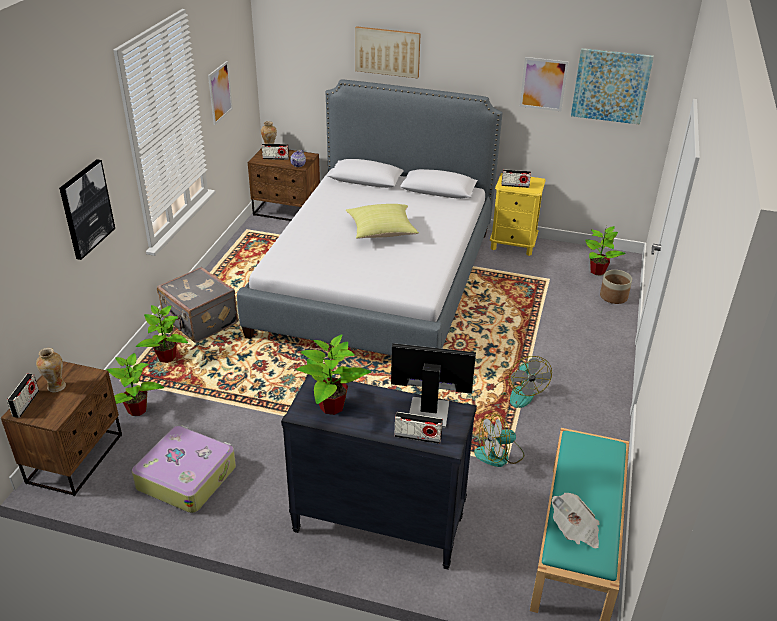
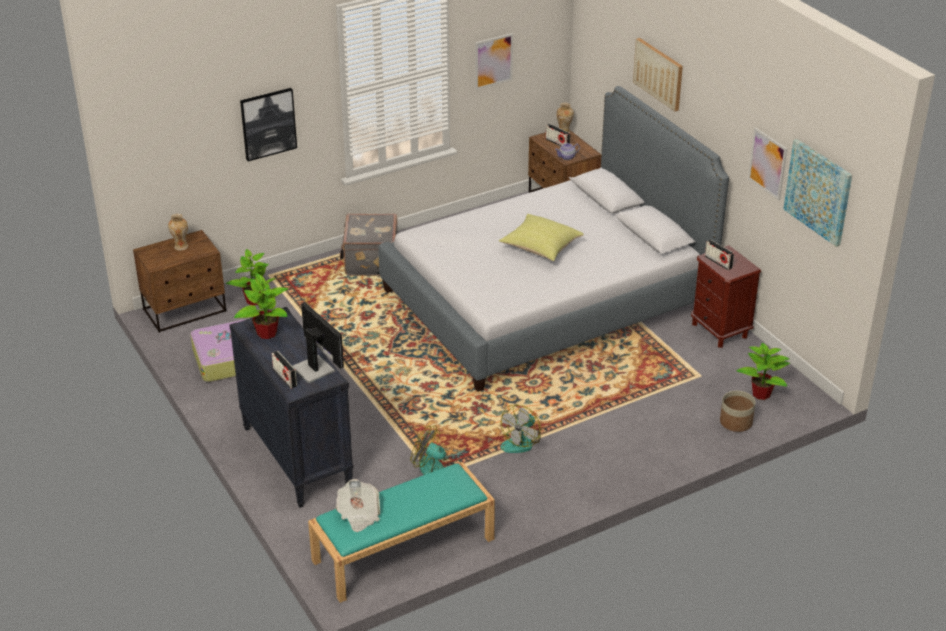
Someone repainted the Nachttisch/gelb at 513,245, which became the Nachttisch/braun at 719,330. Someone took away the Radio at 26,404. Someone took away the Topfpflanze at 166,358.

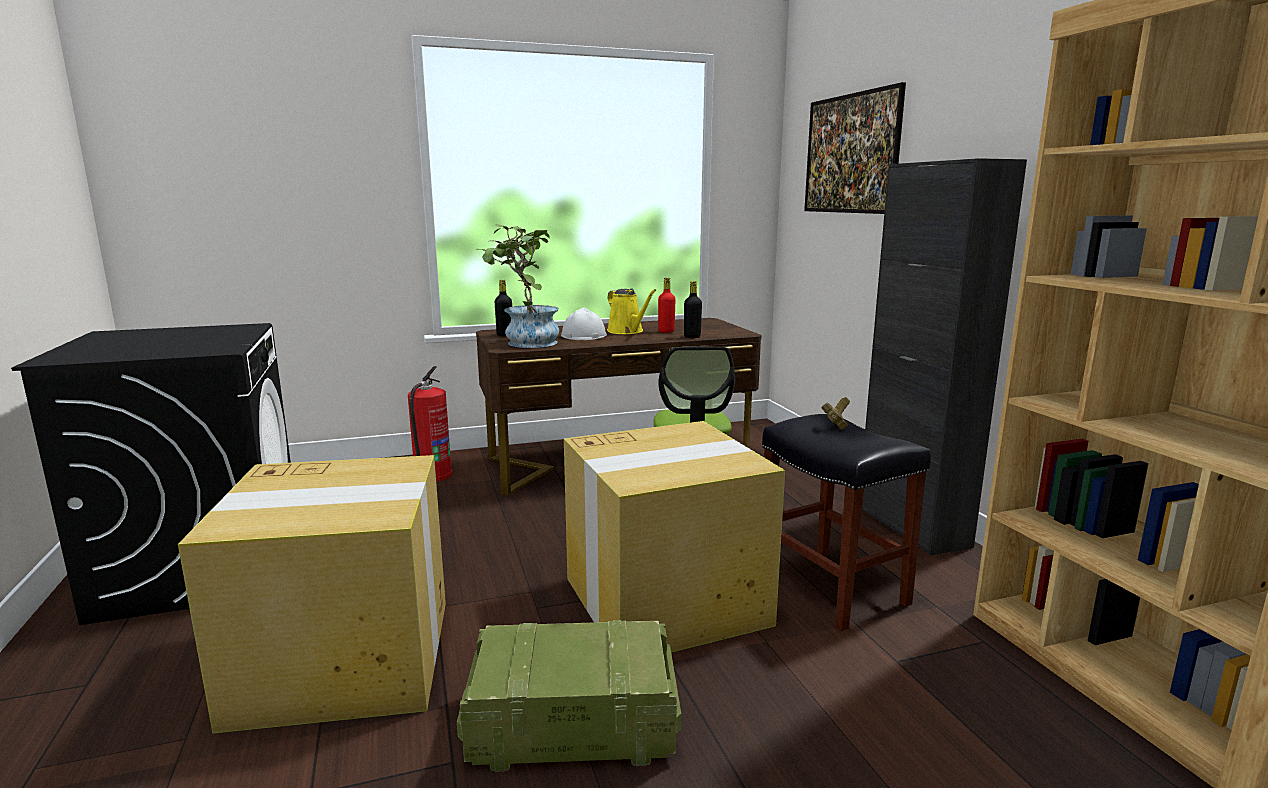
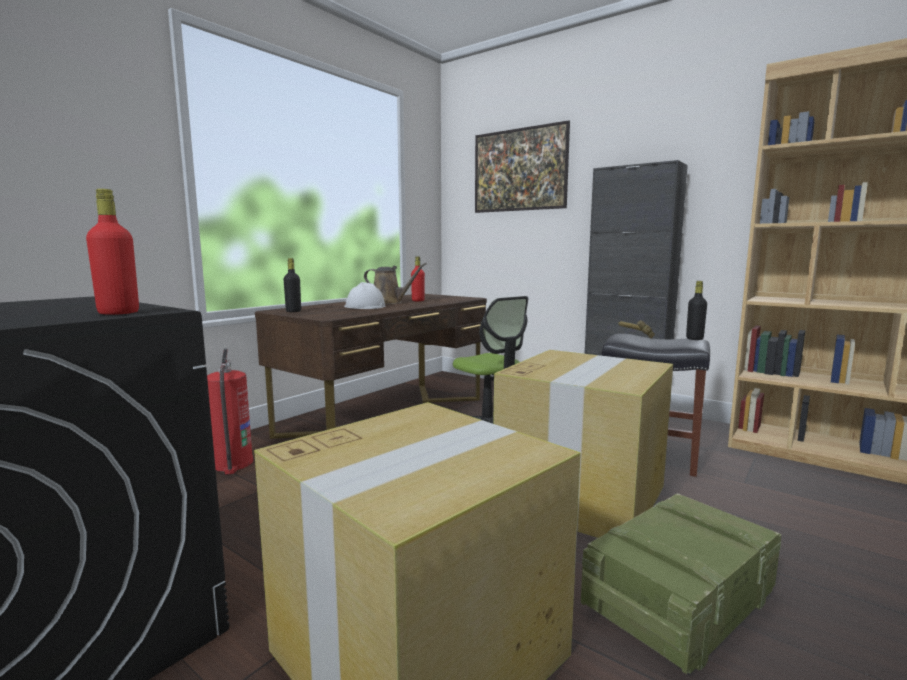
Someone put down the Flasche/rot at 118,313. Someone repainted the Gießkanne/gelb at 627,331, which became the Gießkanne/braun at 389,302. Someone carried the Flasche/schwarz from 692,337 to 694,339. Someone took away the Topfpflanze at 524,342.

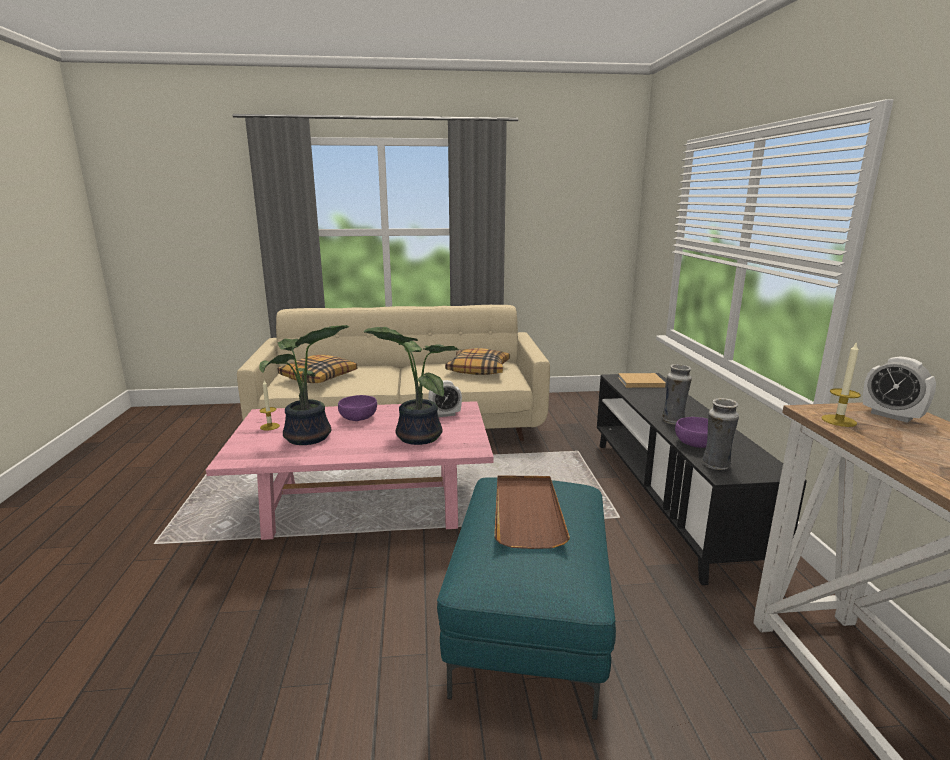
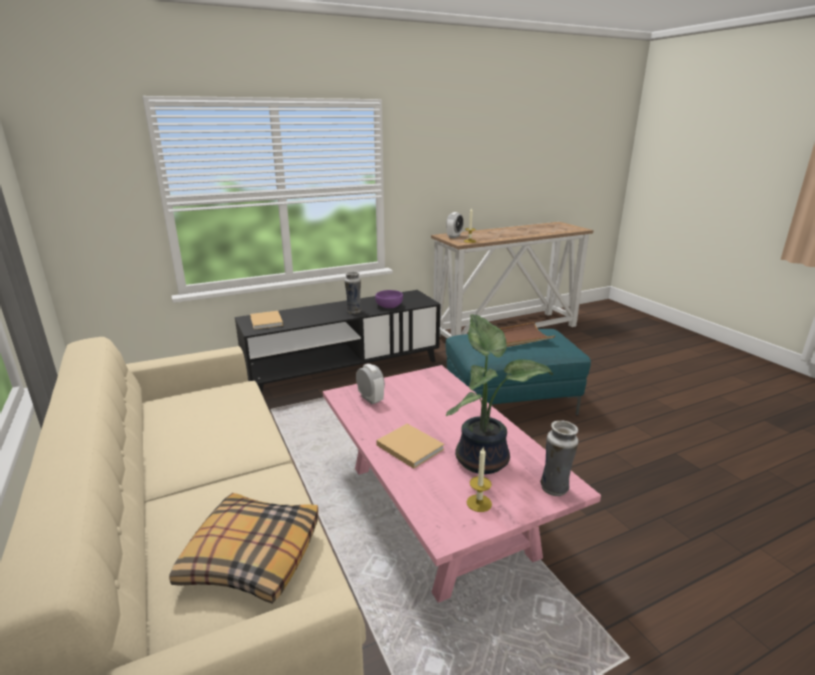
Someone swapped the Schüssel/lila at 359,417 for the Buch/beige at 408,446. Someone carried the Vase from 715,465 to 555,488. Someone took away the Topfpflanze at 416,436. Someone took away the Kissen at 478,369.

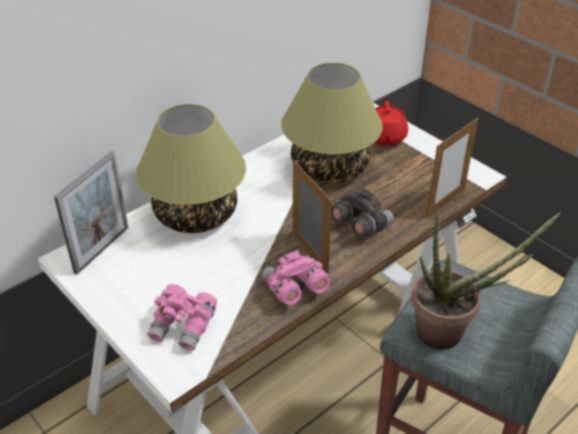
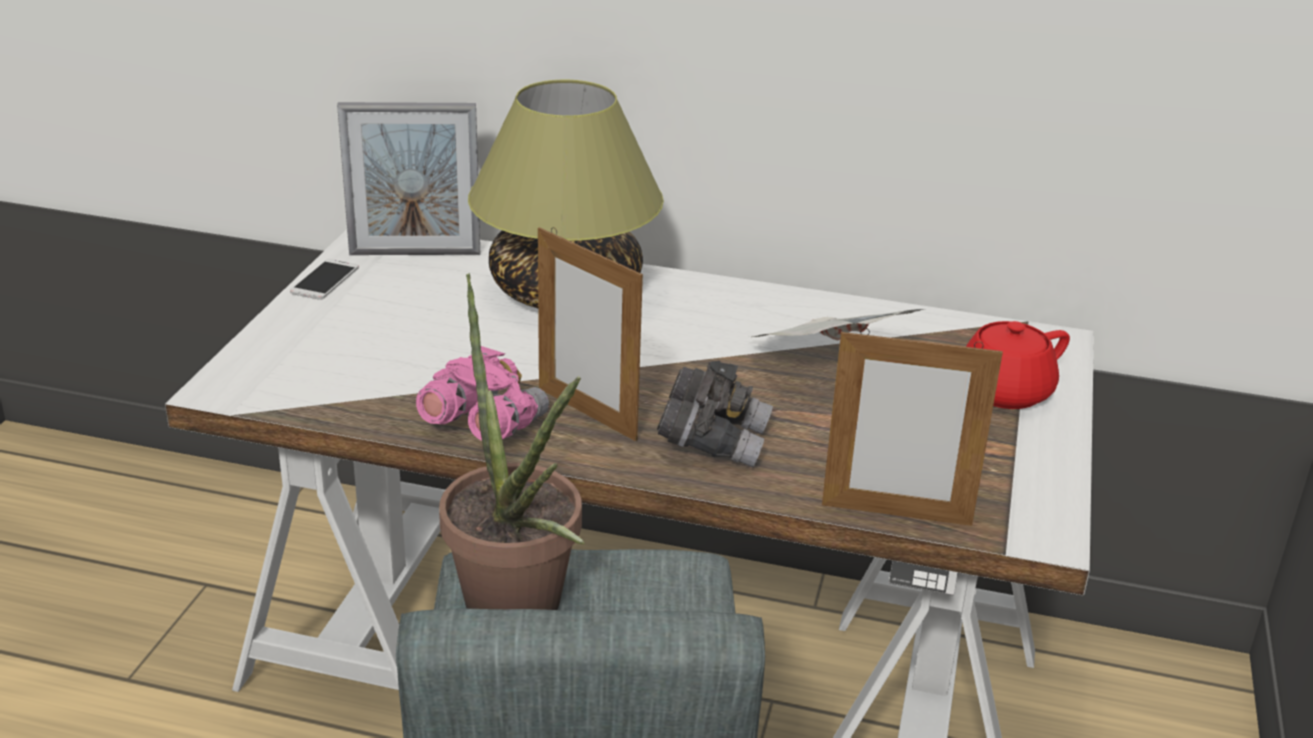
Someone put down the Handy at 325,280. Someone rotated the Bilderrahmen at 309,253 by 105 degrees clockwise. Someone swapped the Tischlampe at 329,168 for the Zeitung at 829,364. Someone took away the Fernglas/rosa at 184,327.

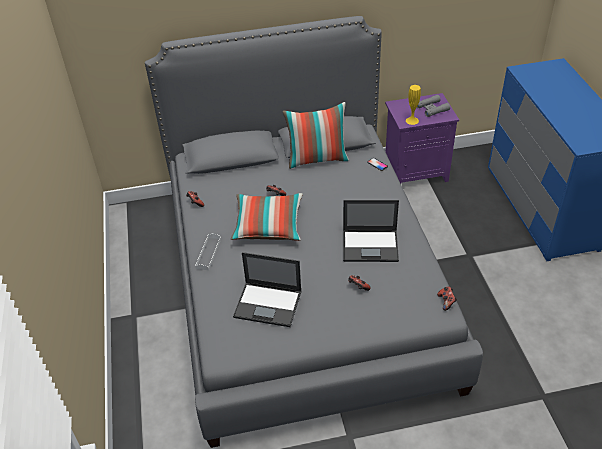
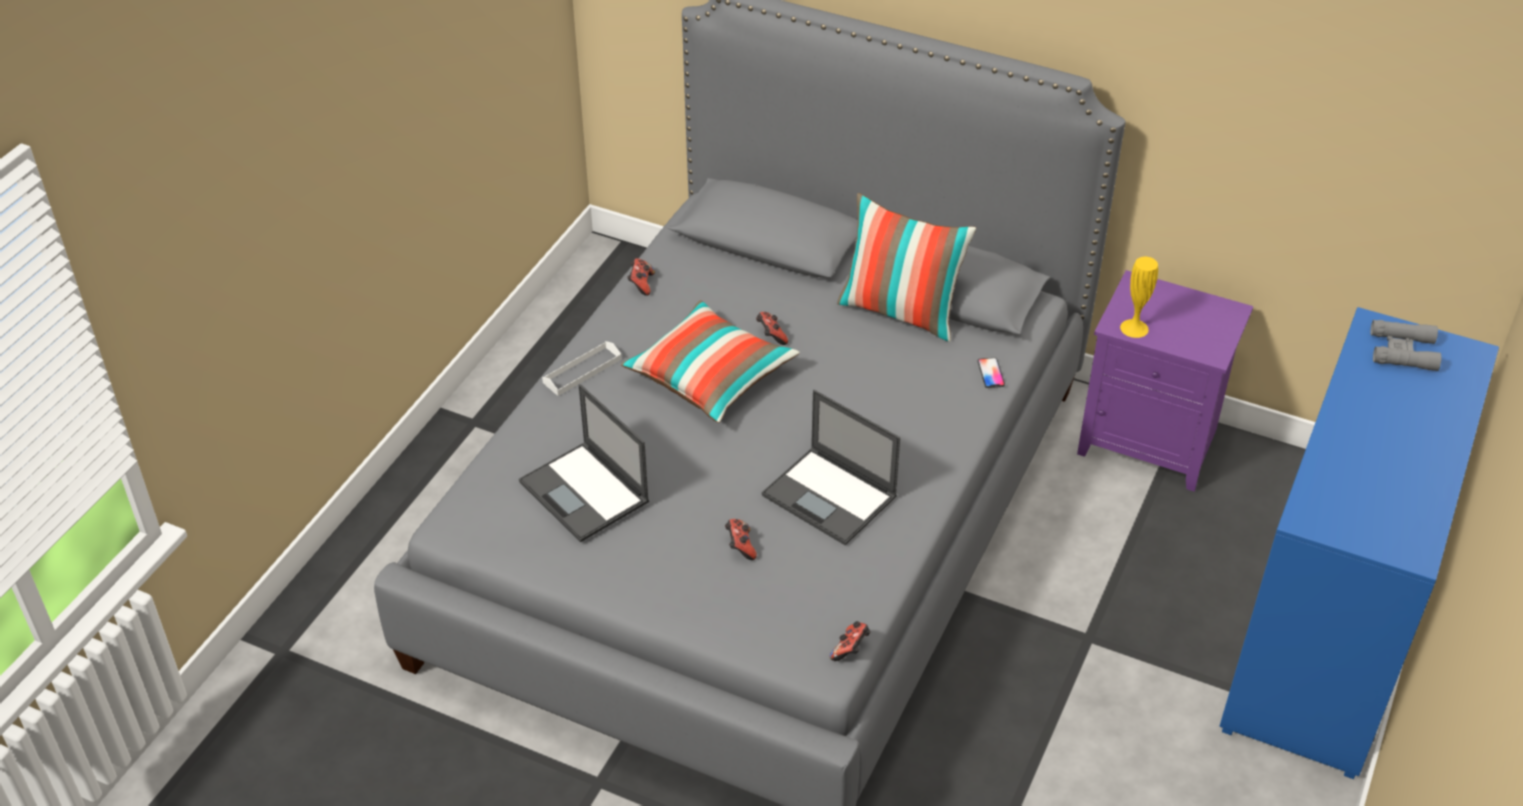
Someone carried the Fernglas/grau from 432,109 to 1403,351.

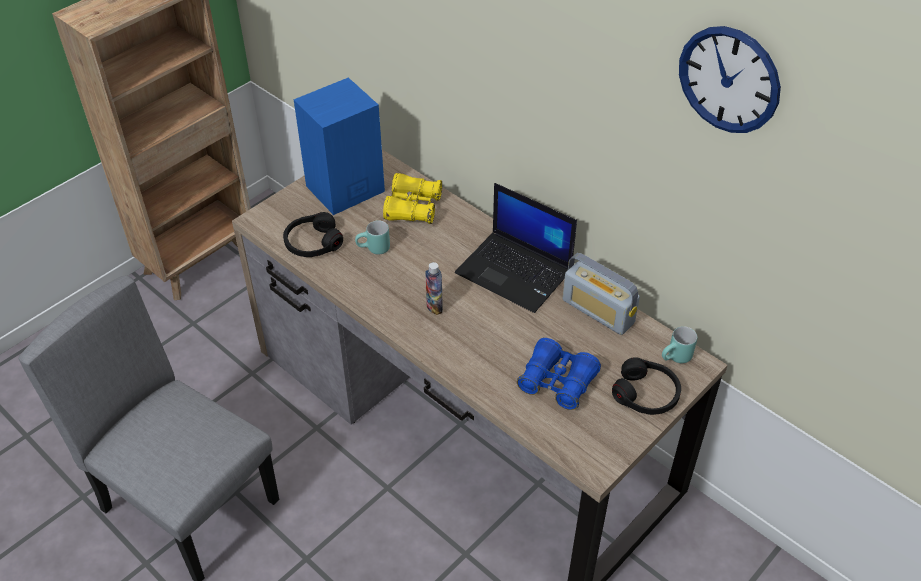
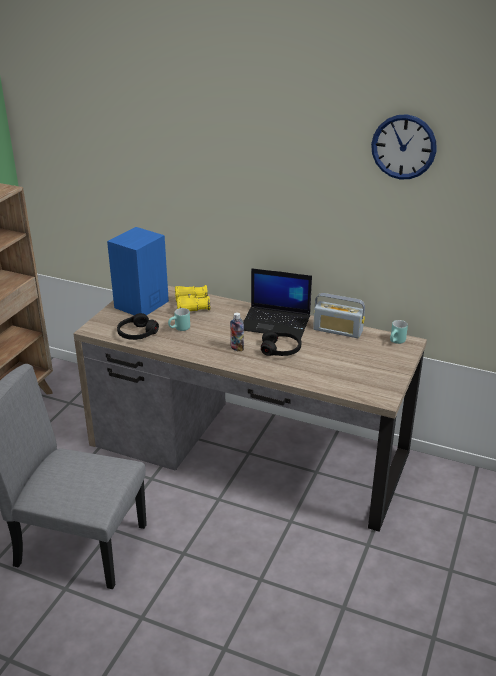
Someone carried the Kopfhörer/schwarz from 646,394 to 281,349. Someone took away the Fernglas/blau at 557,382.

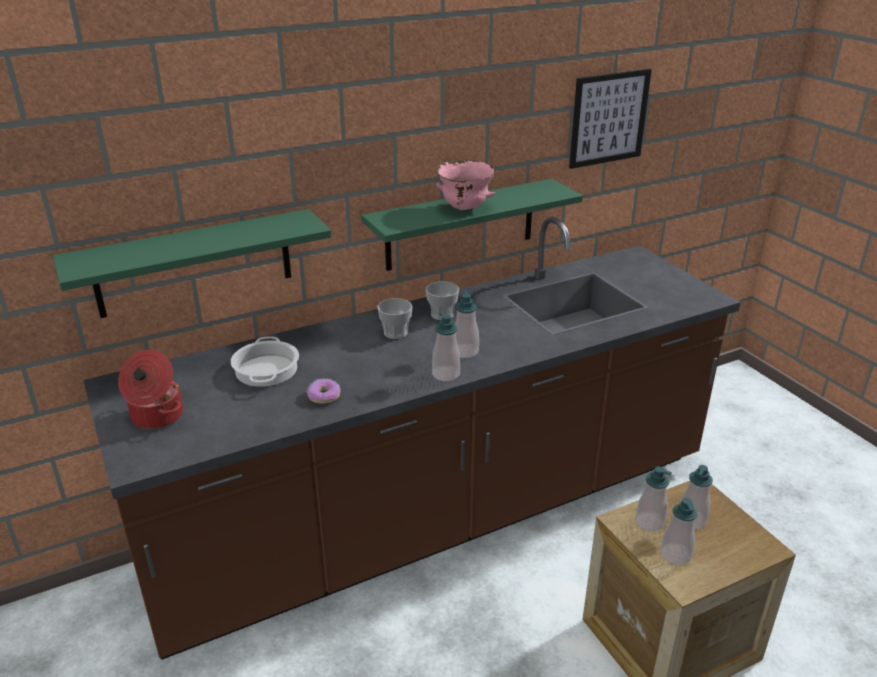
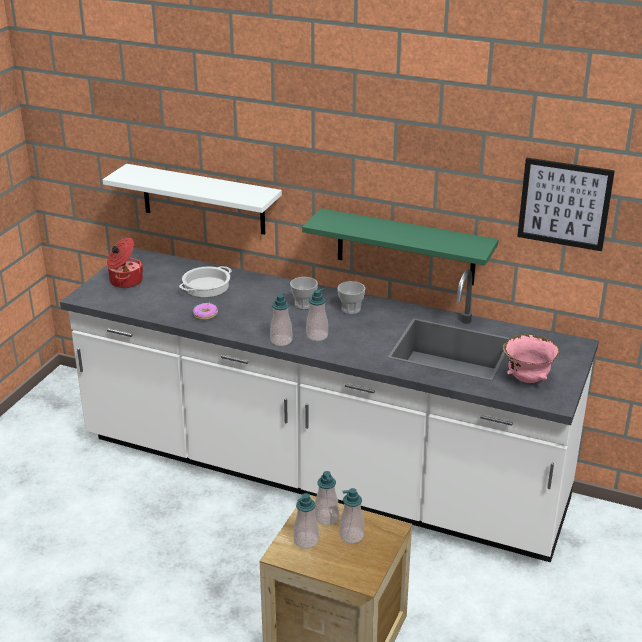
Someone repainted the Küchenzeile/braun at 438,518, which became the Küchenzeile/weiß at 321,474. Someone repainted the Wandregal/grün at 194,263, which became the Wandregal/weiß at 203,199. Someone carried the Schüssel/rosa from 464,208 to 527,379.

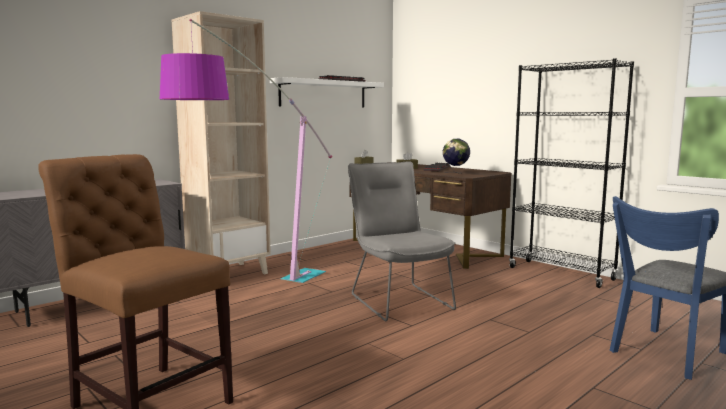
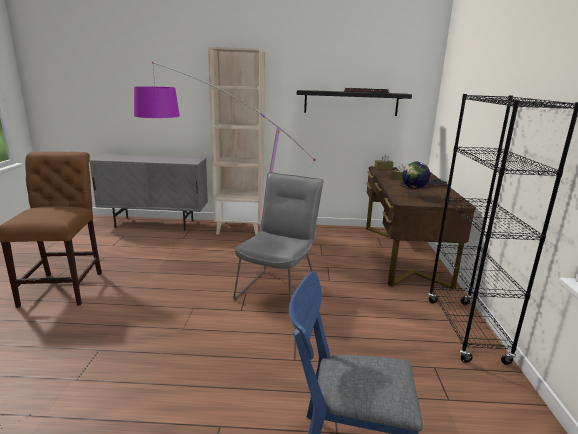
Someone repainted the Wandregal/weiß at 324,94, which became the Wandregal/schwarz at 351,103.

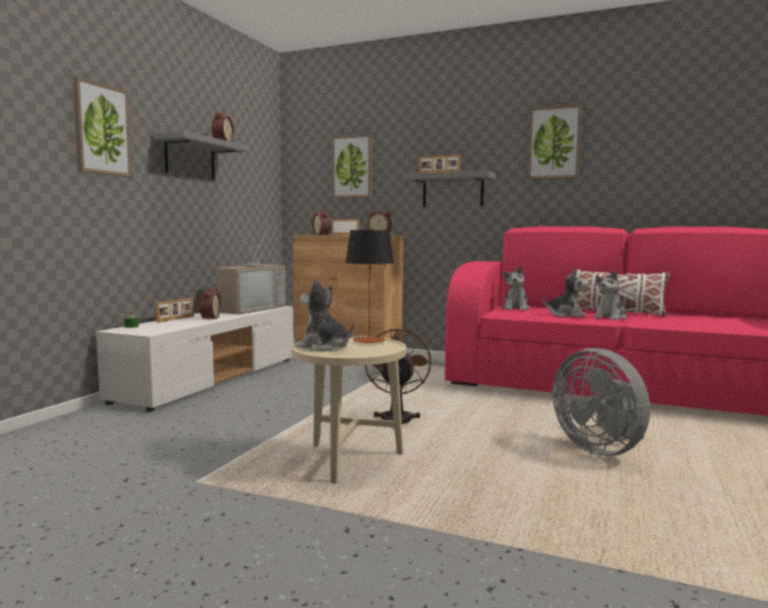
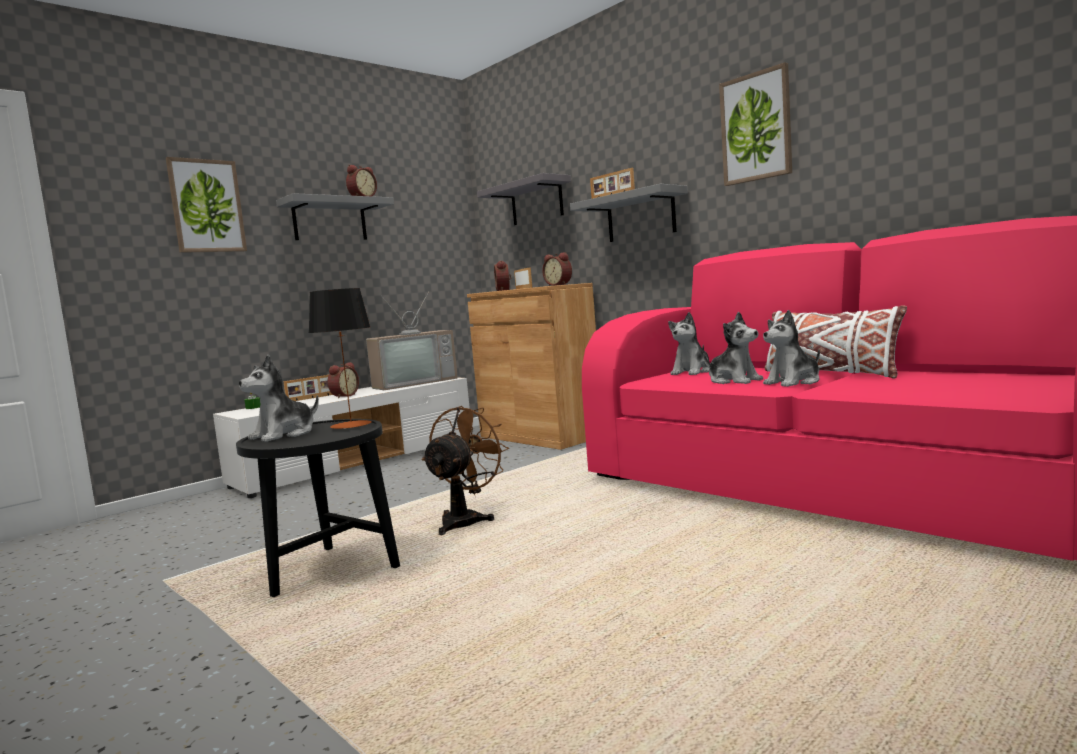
Someone repainted the Beistelltisch/beige at 349,462, which became the Beistelltisch/schwarz at 329,572. Someone rotated the Plüschtier at 324,347 by 105 degrees counterclockwise. Someone swapped the Bild at 352,166 for the Wandregal/grau at 536,202. Someone took away the Ventilator/grau at 601,449.

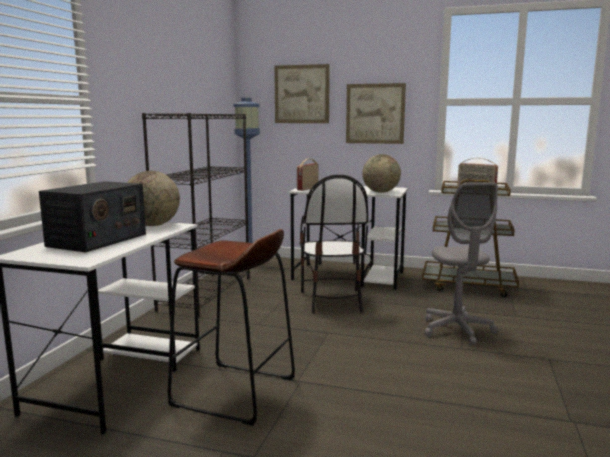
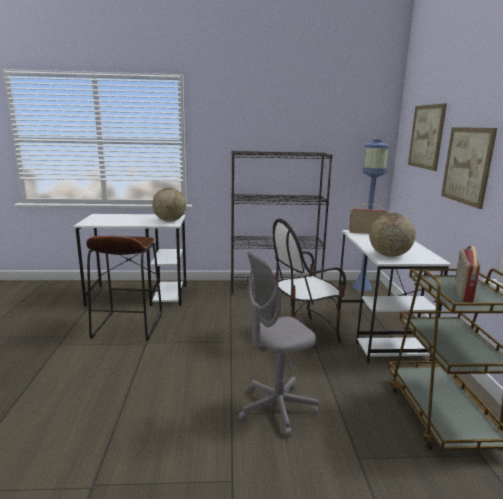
Someone took away the Radio at 97,240.

